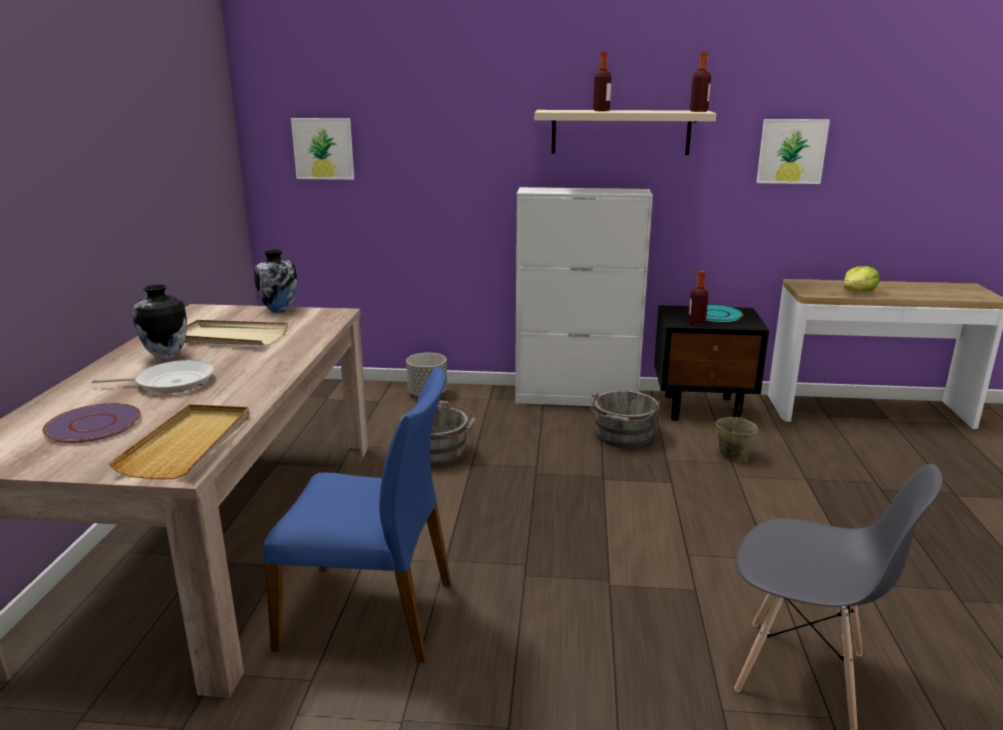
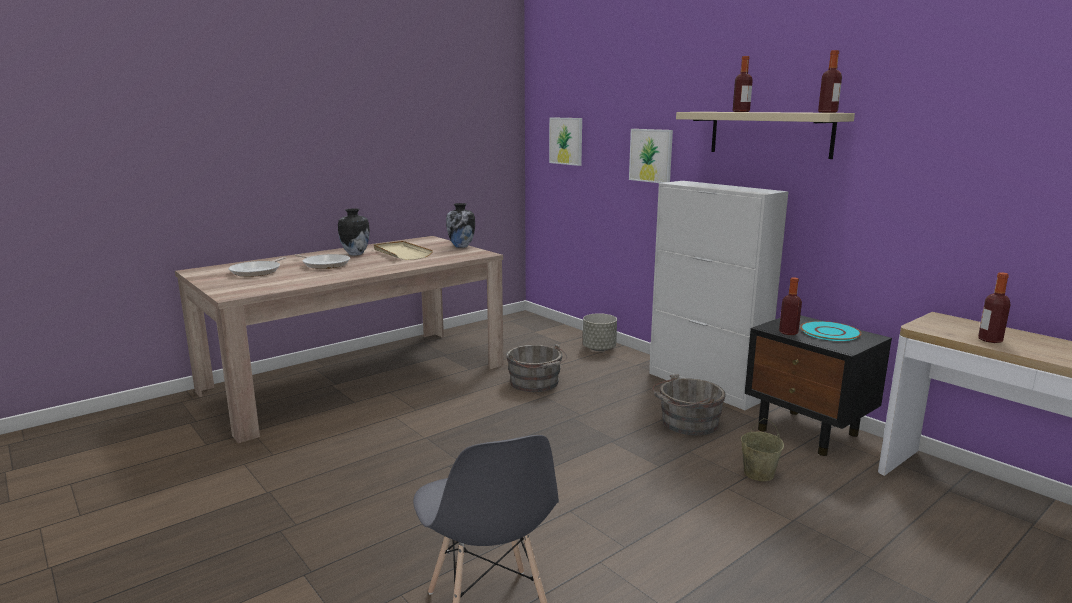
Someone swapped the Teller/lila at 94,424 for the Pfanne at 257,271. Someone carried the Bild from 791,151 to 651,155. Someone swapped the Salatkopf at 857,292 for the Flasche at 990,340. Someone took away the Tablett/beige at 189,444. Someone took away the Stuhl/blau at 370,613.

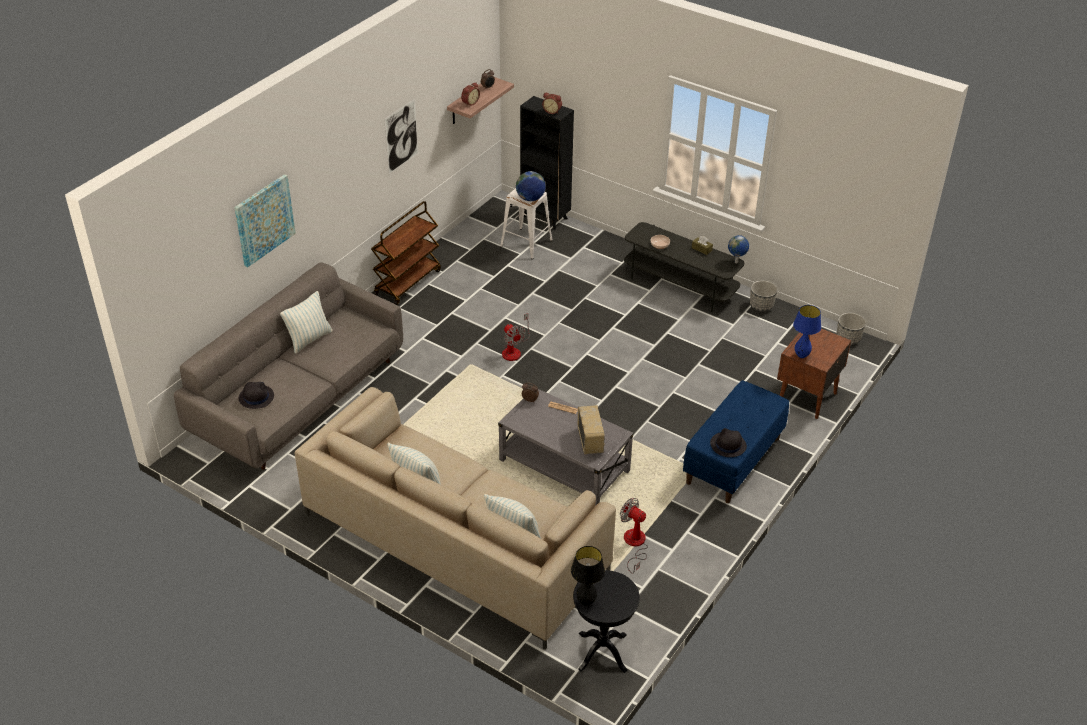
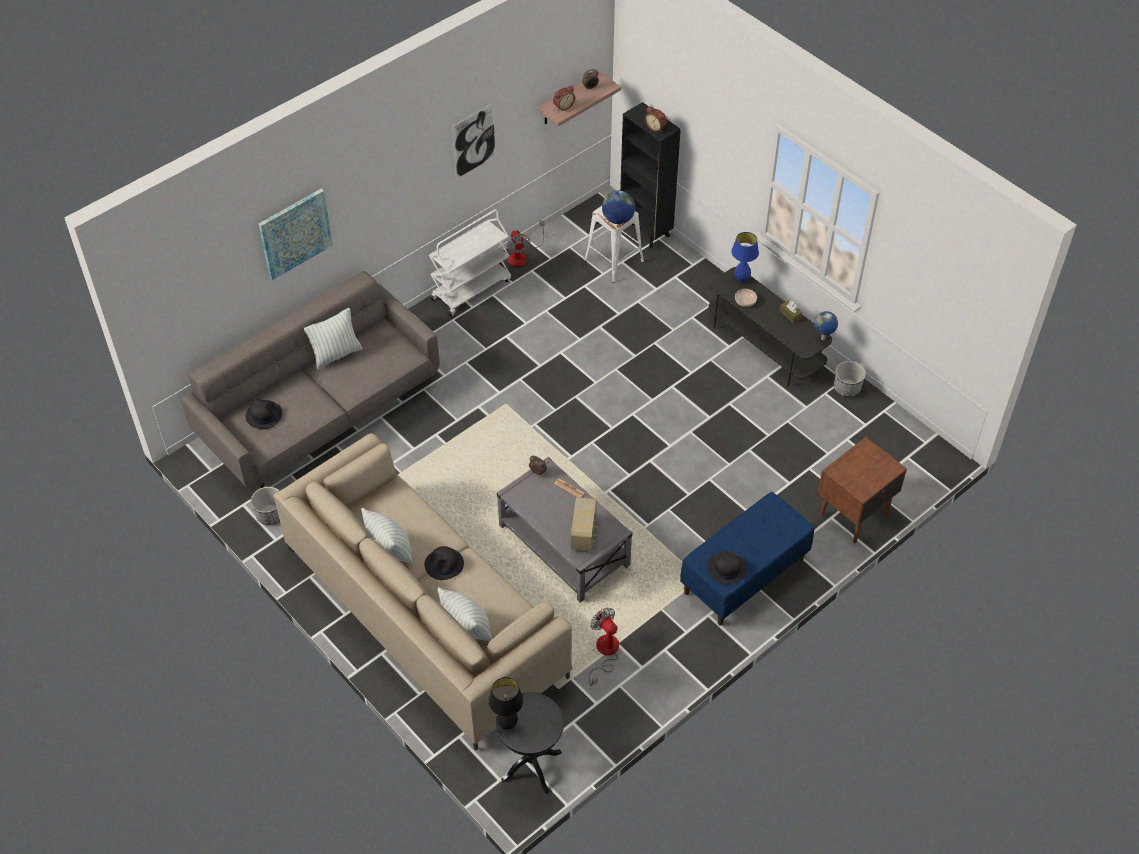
Someone carried the Pflanzkübel from 848,338 to 270,515. Someone put down the Hut/schwarz at 444,564. Someone repainted the Rollwagen/braun at 407,282, which became the Rollwagen/weiß at 471,289. Someone carried the Ventilator from 514,350 to 522,256. Someone carried the Tischlampe/blau from 801,355 to 741,279.

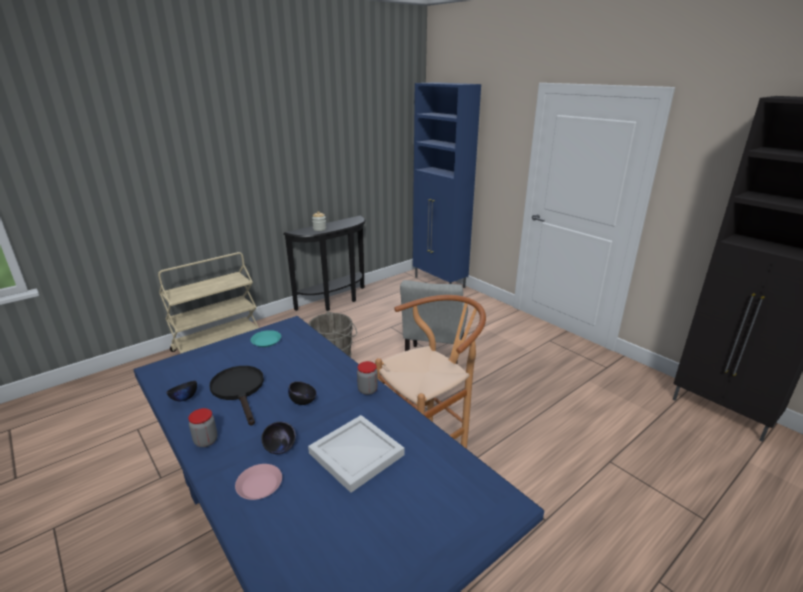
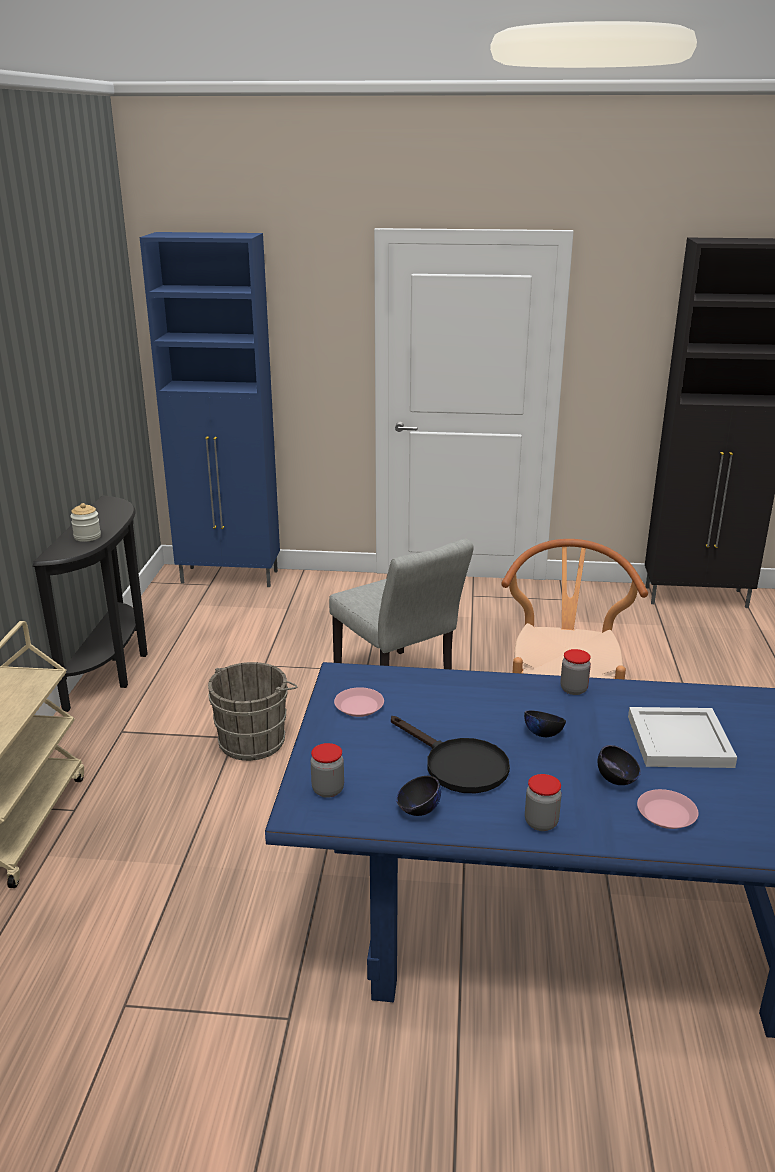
Someone put down the Vorratsglas at 328,790. Someone repainted the Teller/türkis at 266,341, which became the Teller/rosa at 359,706. Someone rotated the Pfanne/schwarz at 239,390 by 150 degrees counterclockwise.

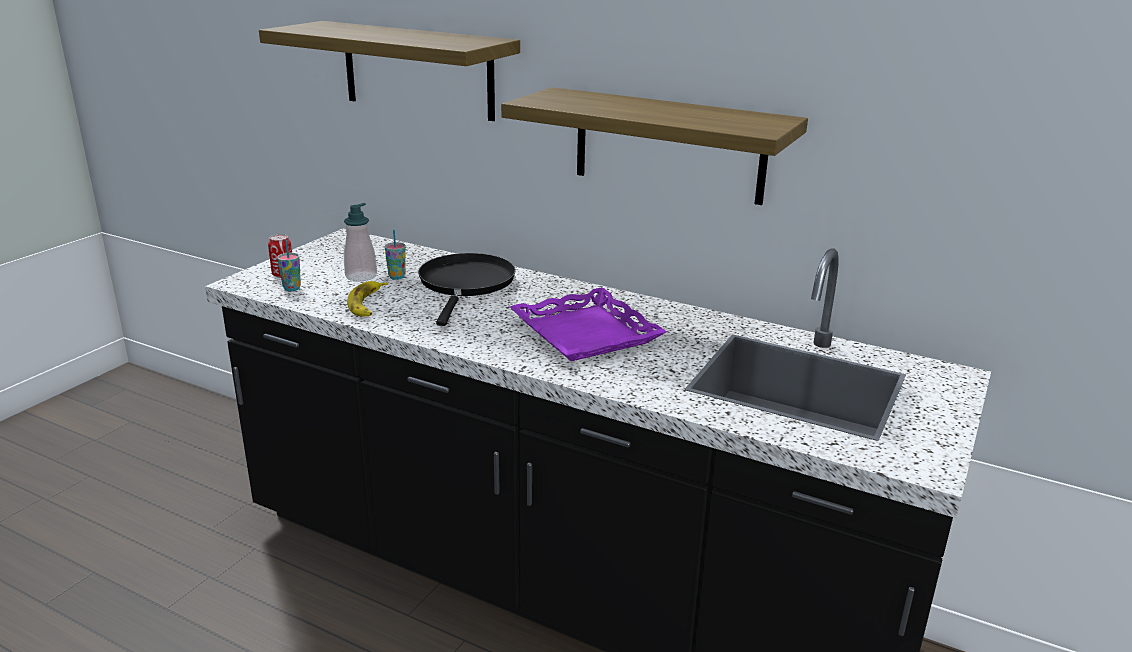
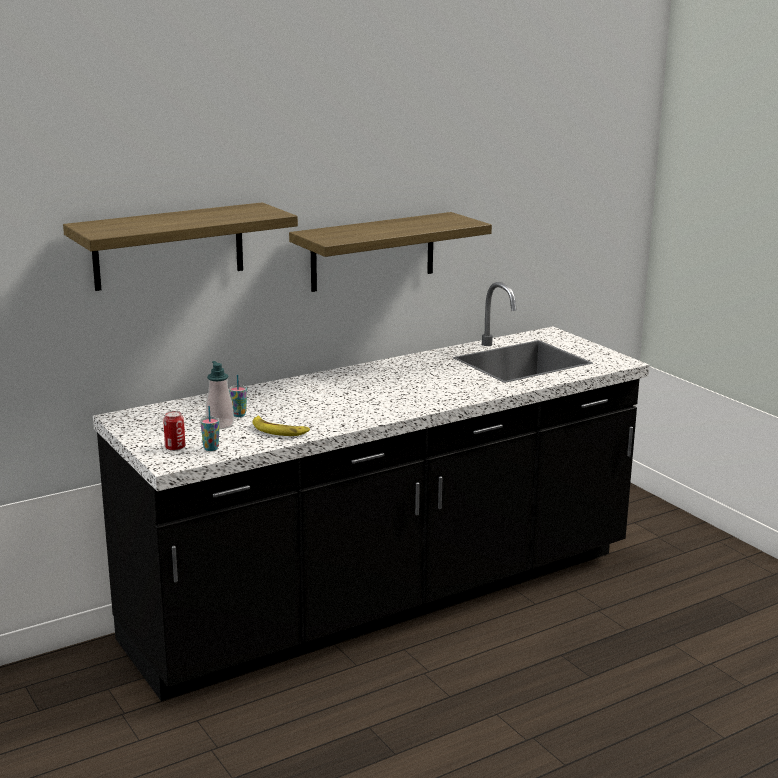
Someone took away the Pfanne/schwarz at 466,284. Someone took away the Tablett/lila at 587,333.

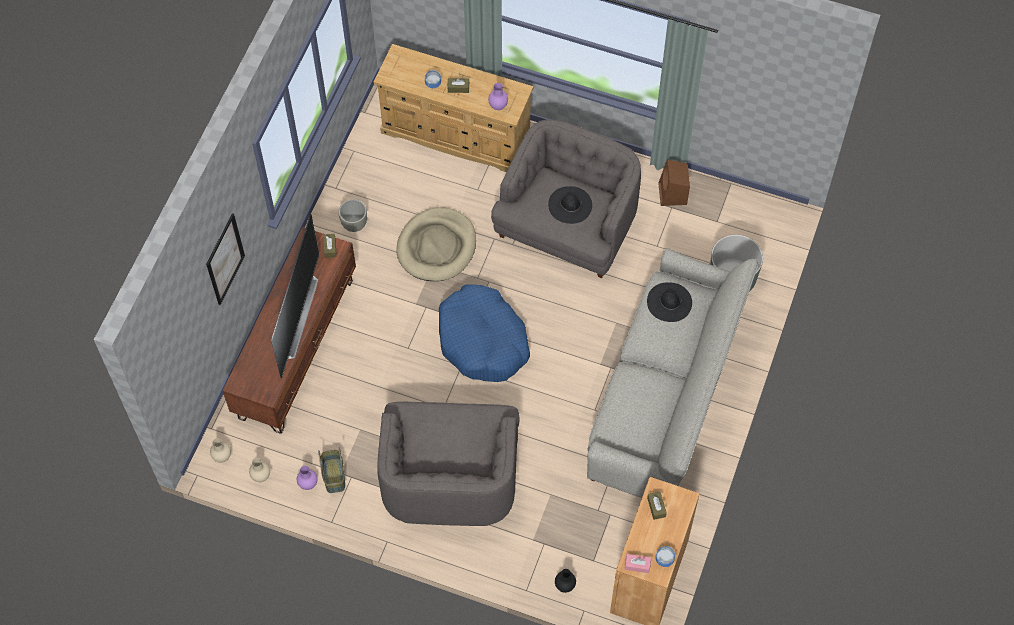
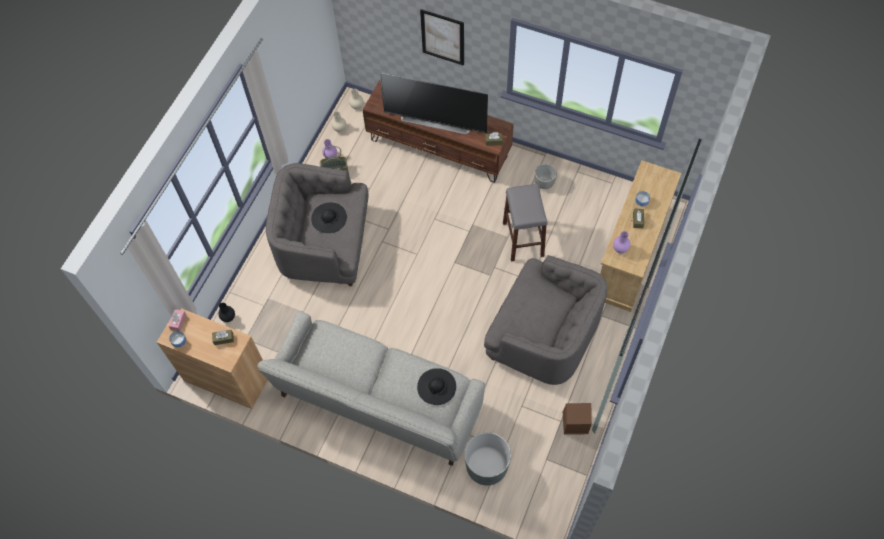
Someone carried the Hut/schwarz from 570,205 to 329,218. Someone swapped the Hundebett/beige at 437,247 for the Hocker/grau at 523,239. Someone took away the Hundebett/blau at 483,341.

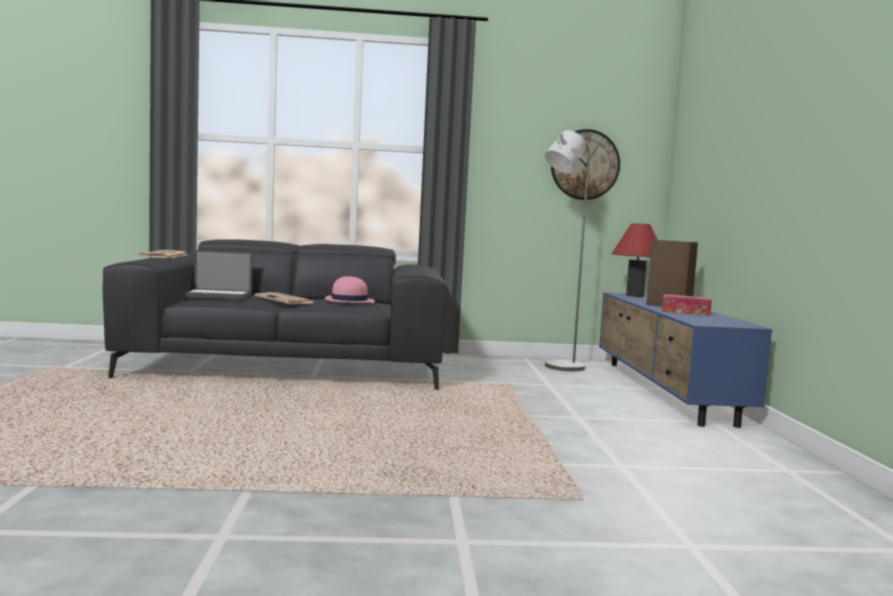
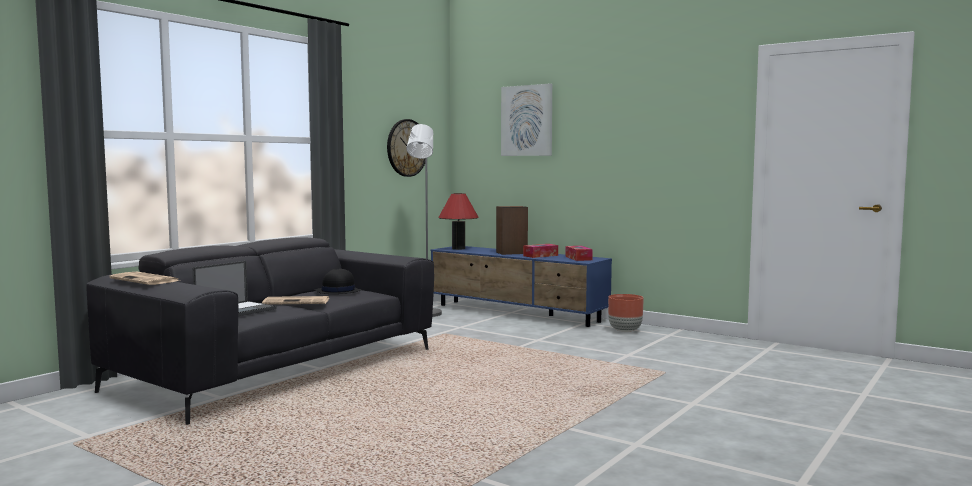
Someone repainted the Hut/rosa at 349,301, which became the Hut/schwarz at 337,291. Someone put up the Bild at 527,120. Someone put down the Taschentuchbox at 578,258. Someone put down the Pflanzkübel/braun at 625,331.

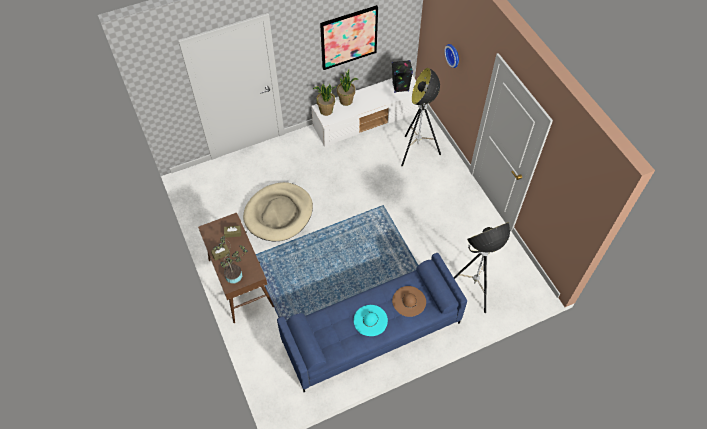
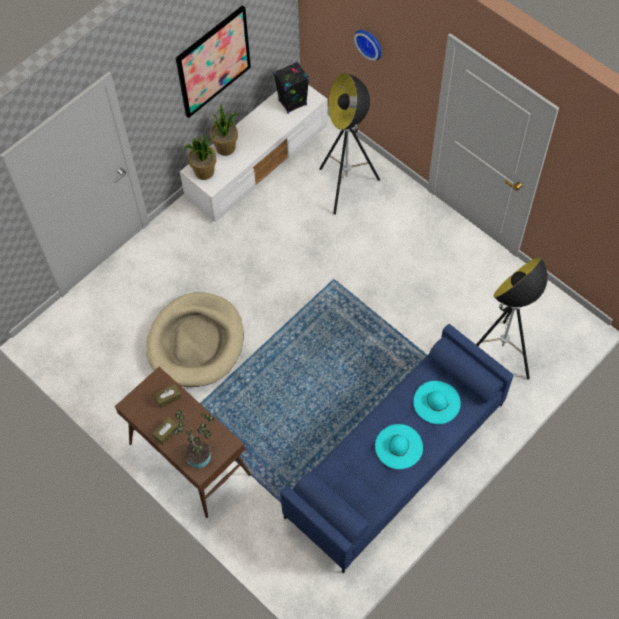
Someone repainted the Hut/braun at 409,301, which became the Hut/türkis at 436,402.

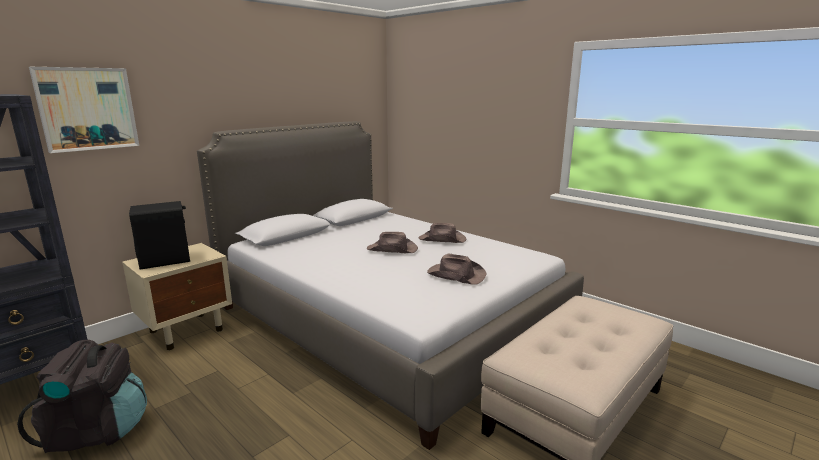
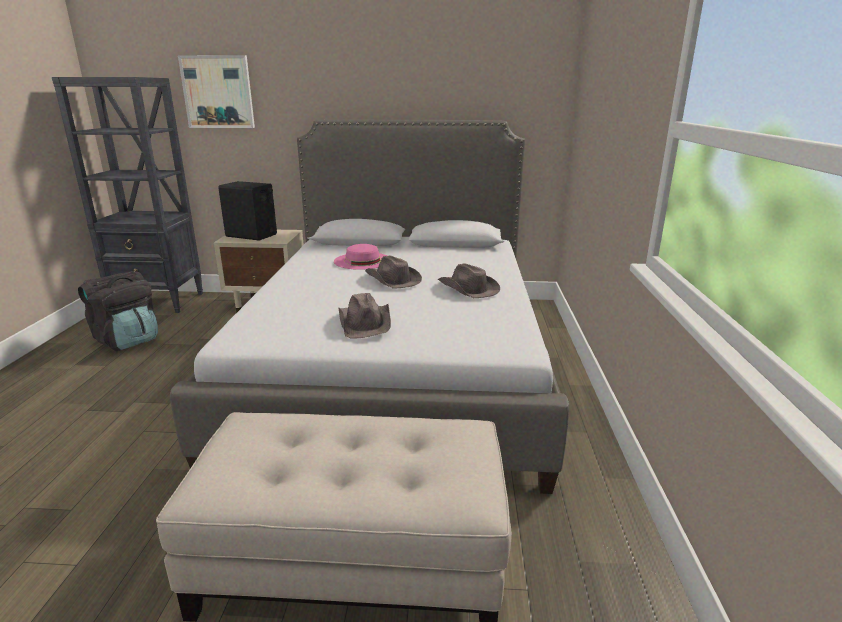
Someone put down the Hut/rosa at 362,261.

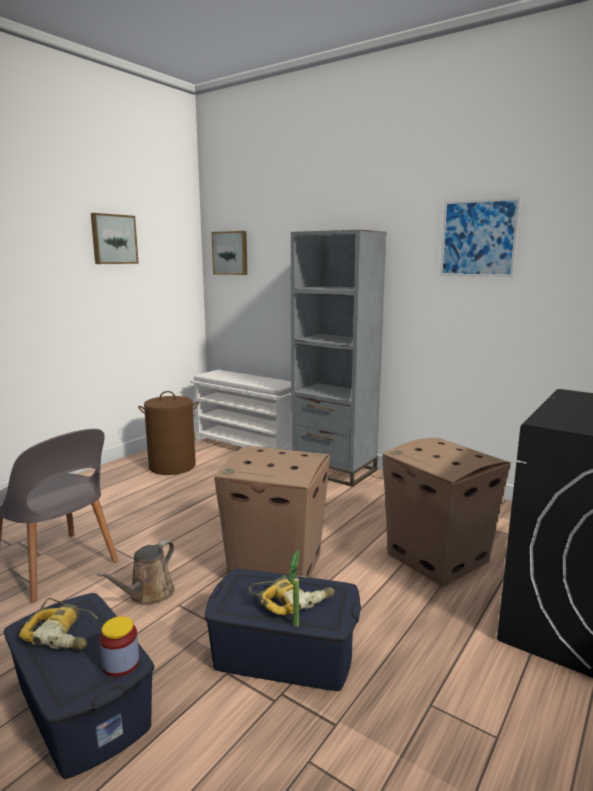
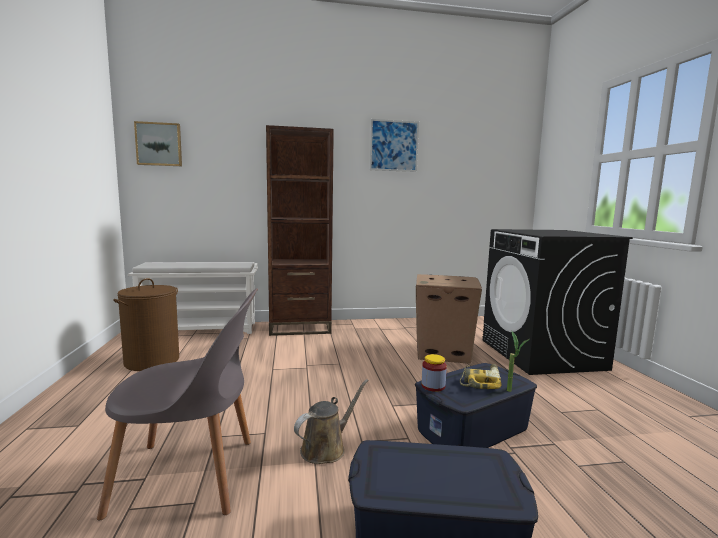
Someone repainted the Bücherregal/grau at 333,470, which became the Bücherregal/braun at 300,328. Someone rotated the Gießkanne/braun at 148,595 by 120 degrees counterclockwise. Someone carried the Vorratsglas from 121,664 to 433,386. Someone took away the Bohrmaschine at 64,632. Someone took away the Bild at 113,239. Someone took away the Karton at 277,567.

